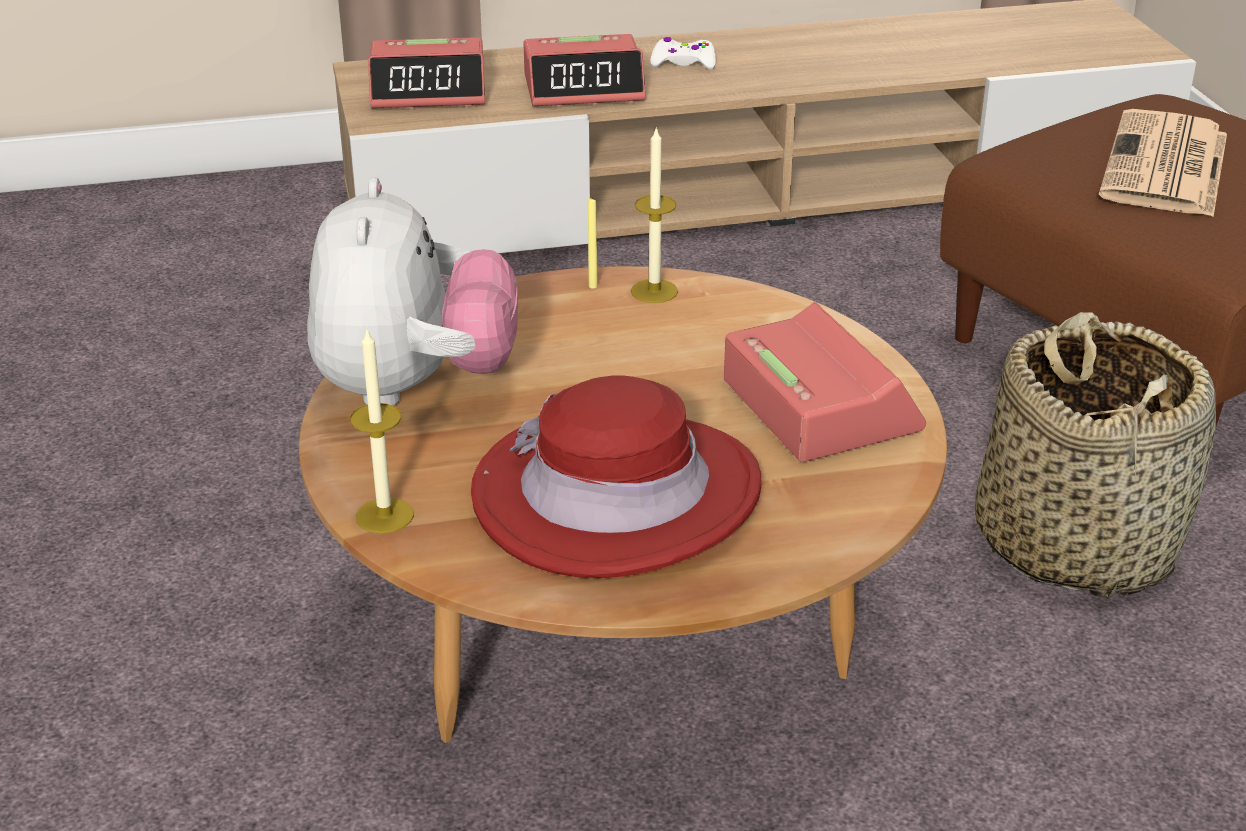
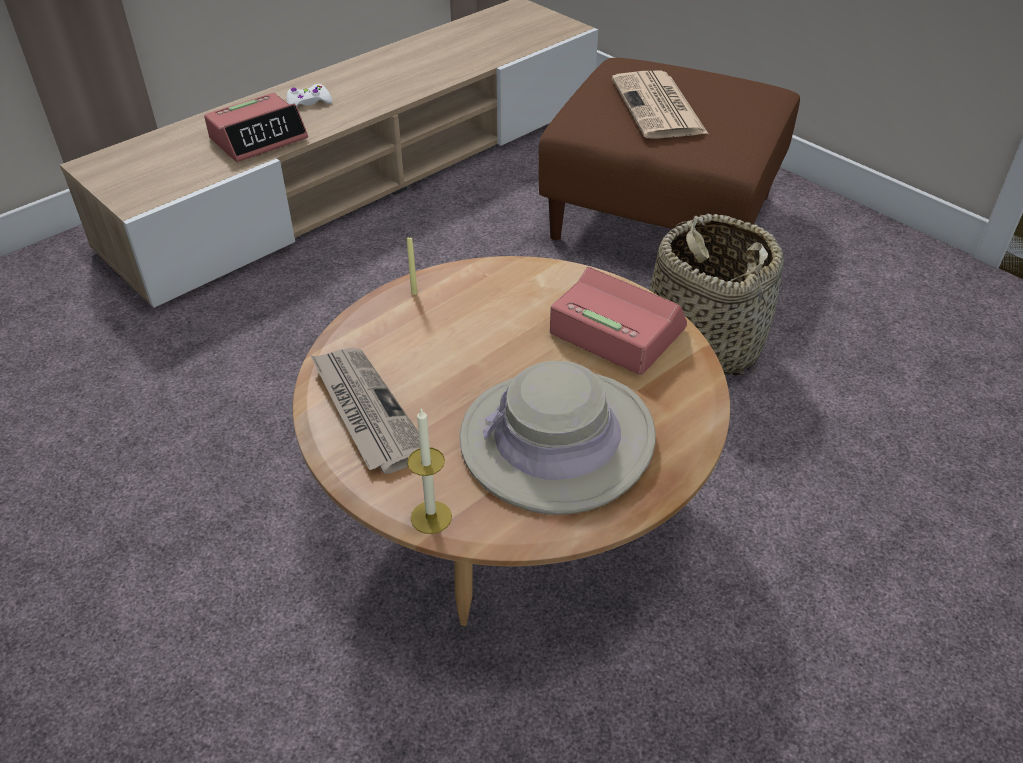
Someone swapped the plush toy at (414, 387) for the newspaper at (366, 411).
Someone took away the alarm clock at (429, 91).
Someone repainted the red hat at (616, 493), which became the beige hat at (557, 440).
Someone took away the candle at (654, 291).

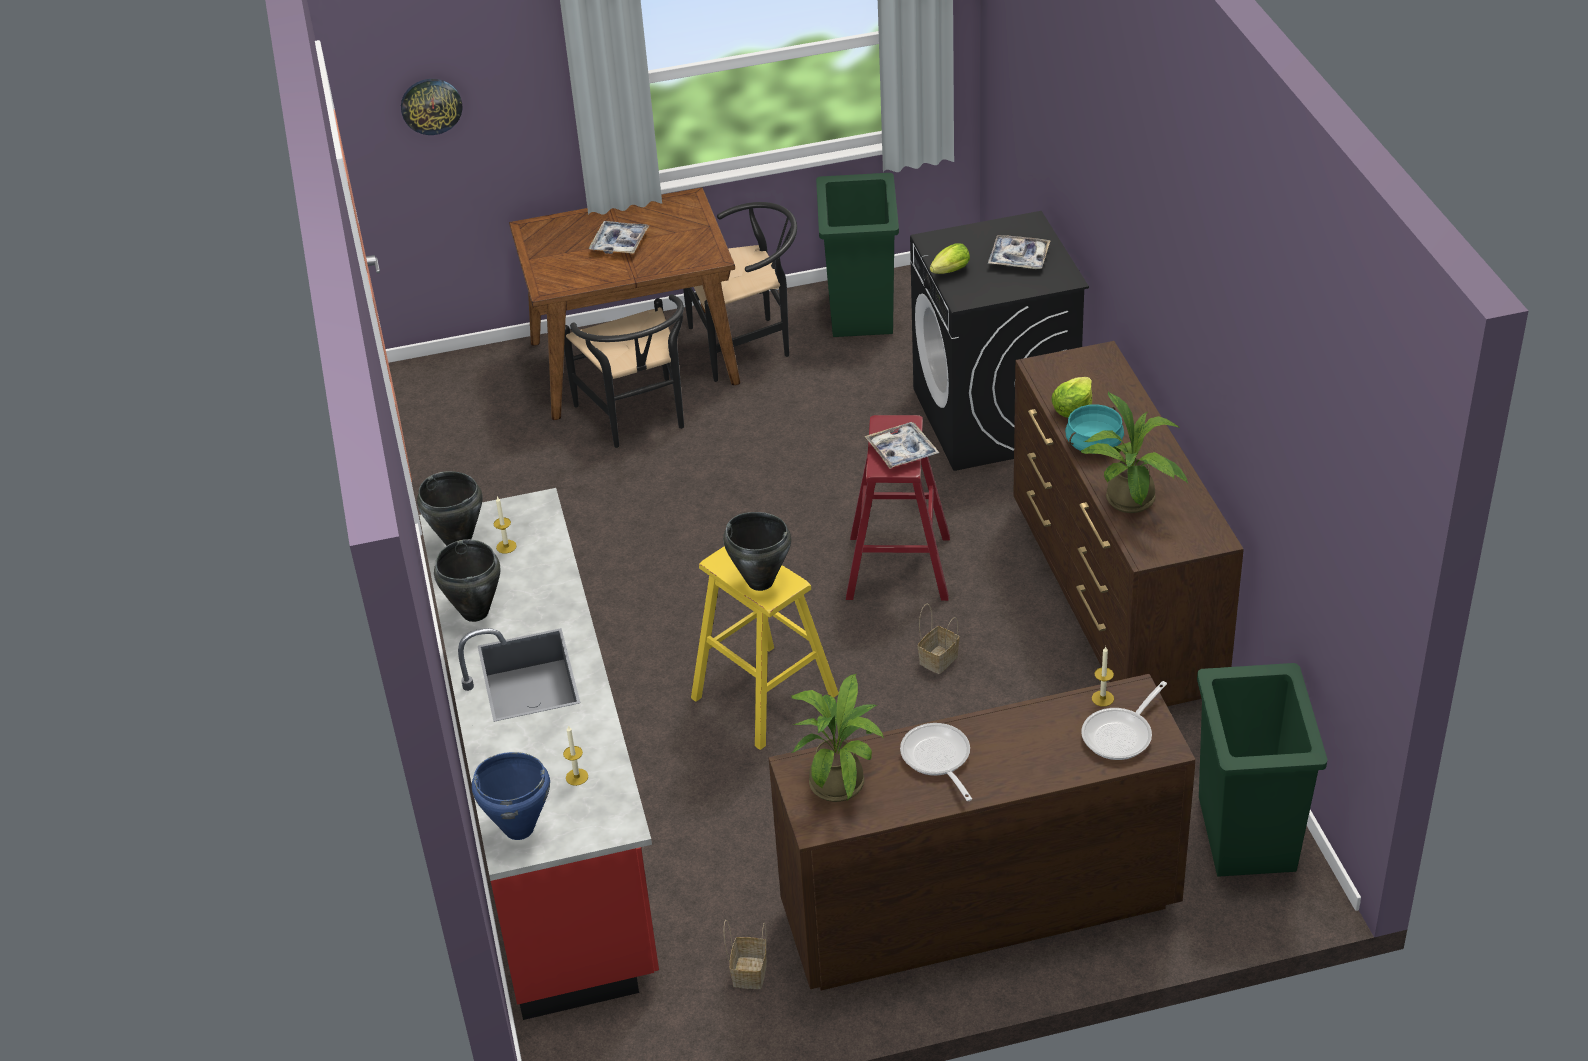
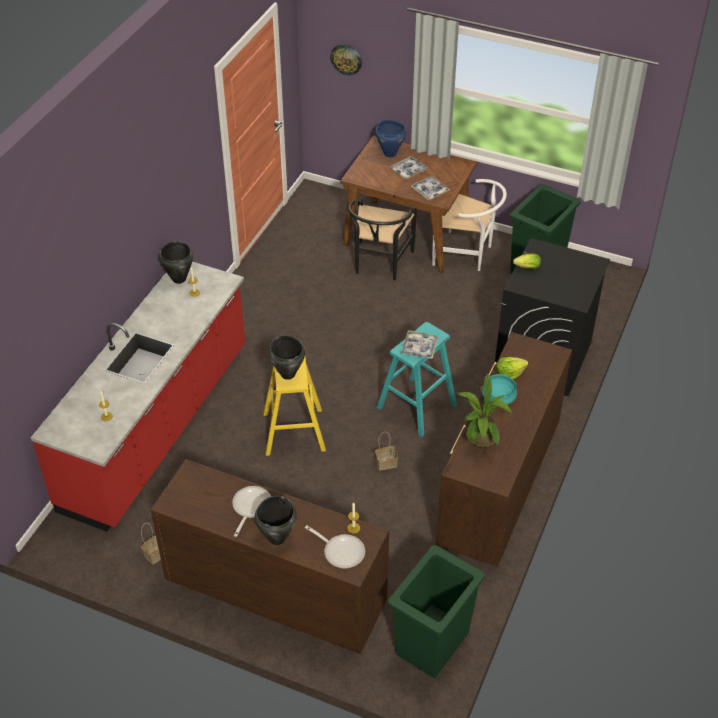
Someone carried the black cooking pot from (475, 613) to (276, 538).
Someone carried the blue cooking pot from (518, 828) to (390, 153).
Someone repainted the black chair at (748, 343), which became the white chair at (467, 254).
Someone took away the potted plant at (841, 779).
Someone repainted the red stool at (898, 567), which became the turquoise stool at (416, 406).
Someone carried the tray from (1018, 258) to (430, 191).
Someone rotated the frying pan at (1121, 734) by 135 degrees counterclockwise.

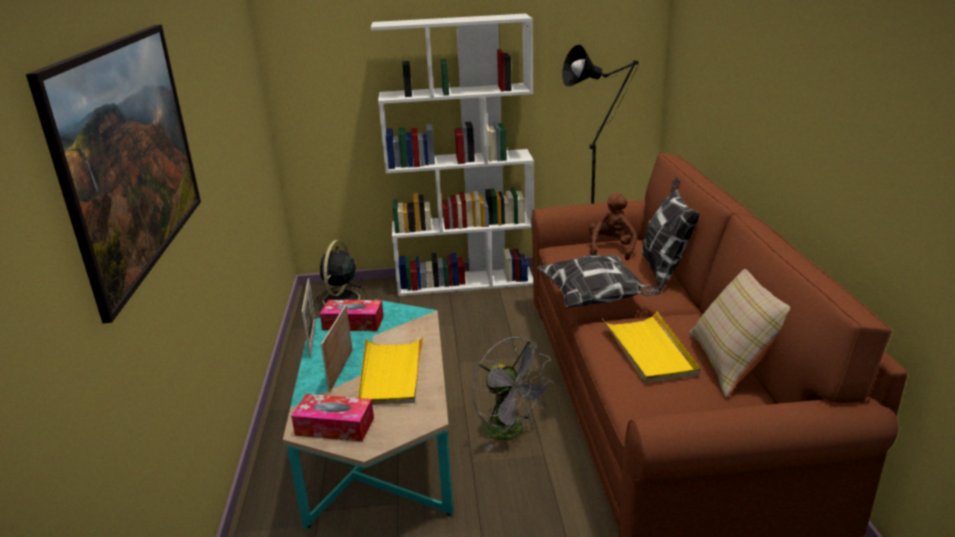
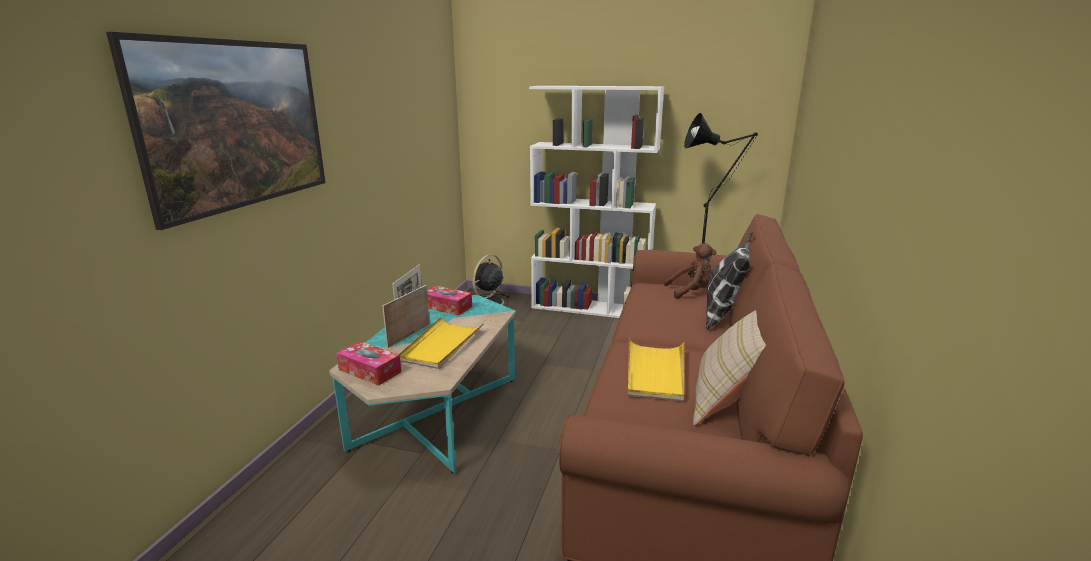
Someone took away the grey fan at (511, 432).
Someone took away the pillow at (596, 300).
Someone rotated the brown plush toy at (612, 248) by 45 degrees clockwise.

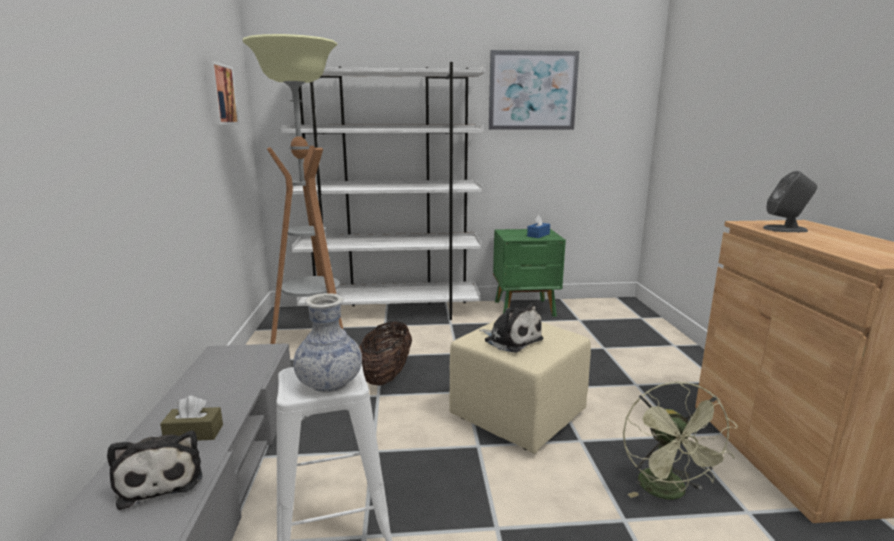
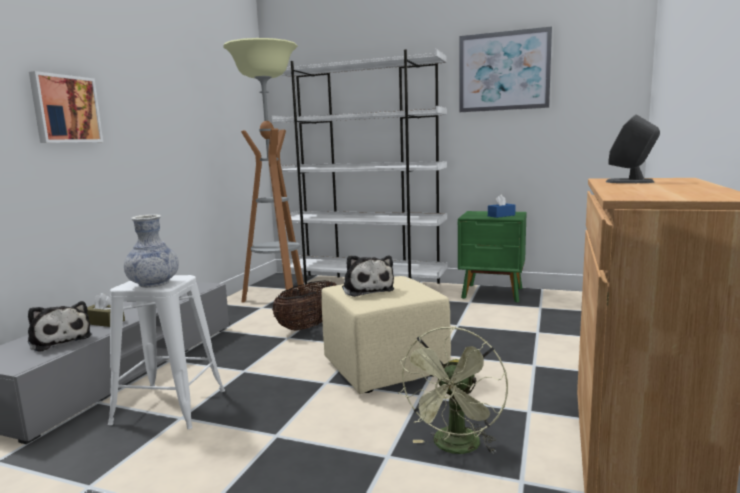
Someone rotated the plush toy at (161, 479) by 45 degrees counterclockwise.
Someone carried the picture from (219, 94) to (65, 109).

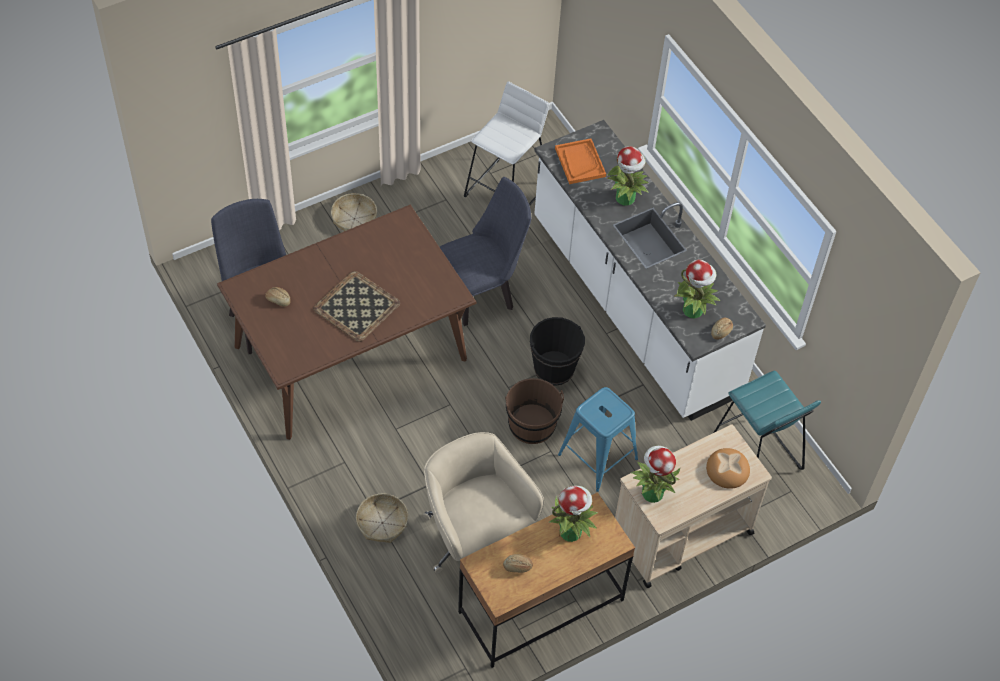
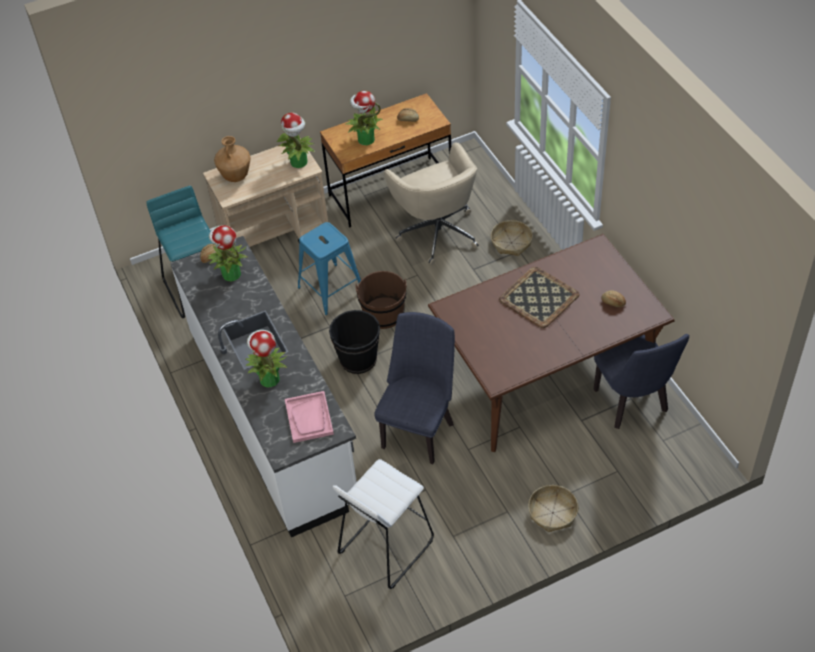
Someone rotated the blue chair at (482, 294) by 135 degrees clockwise.
Someone repainted the orange tray at (580, 162), which became the pink tray at (309, 418).
Someone swapped the bread at (728, 470) for the brown vase at (236, 176).

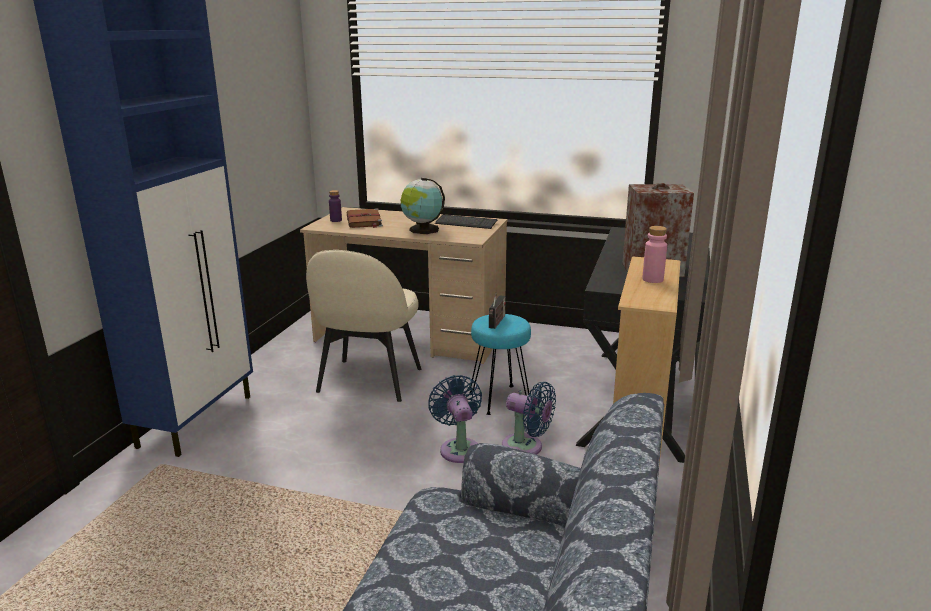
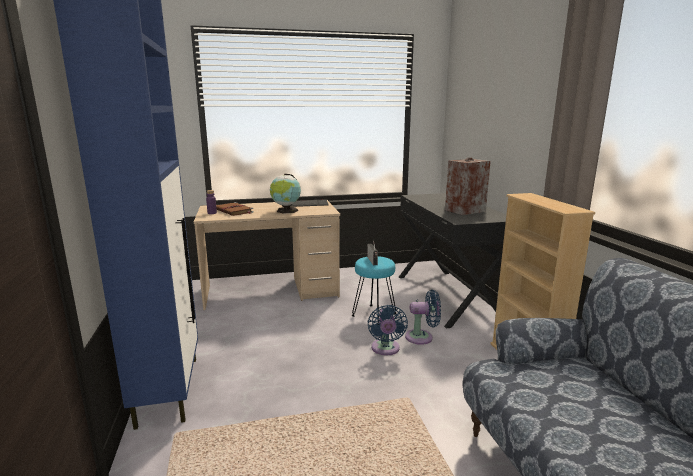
Someone took away the beige chair at (368, 381).
Someone rotated the blue fan at (459, 448) by 135 degrees counterclockwise.
Someone took away the pink bottle at (652, 279).

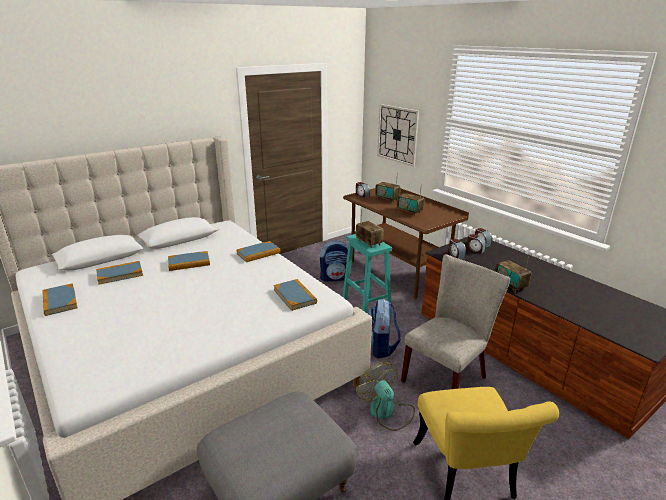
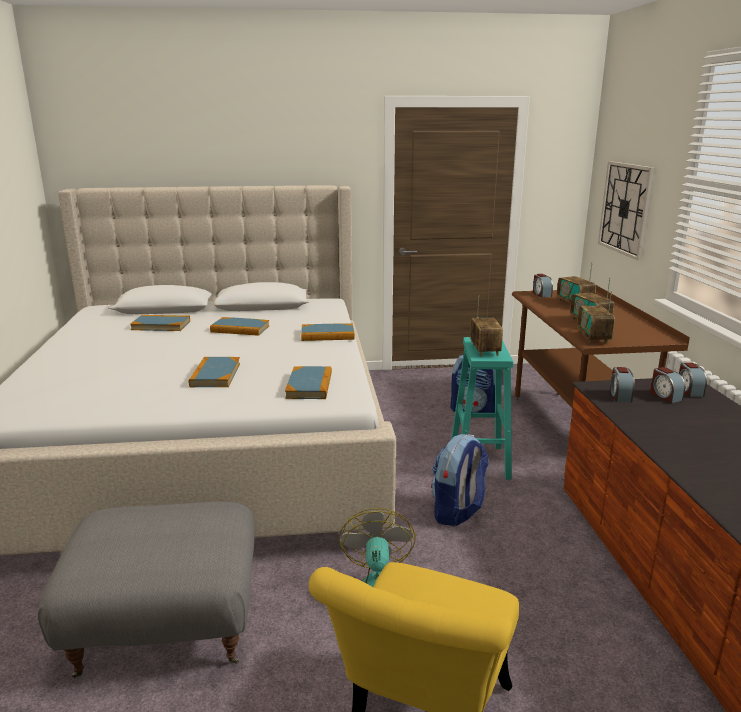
Someone carried the book from (60, 301) to (215, 375).
Someone took away the beige chair at (448, 377).
Someone carried the radio from (510, 285) to (593, 338).

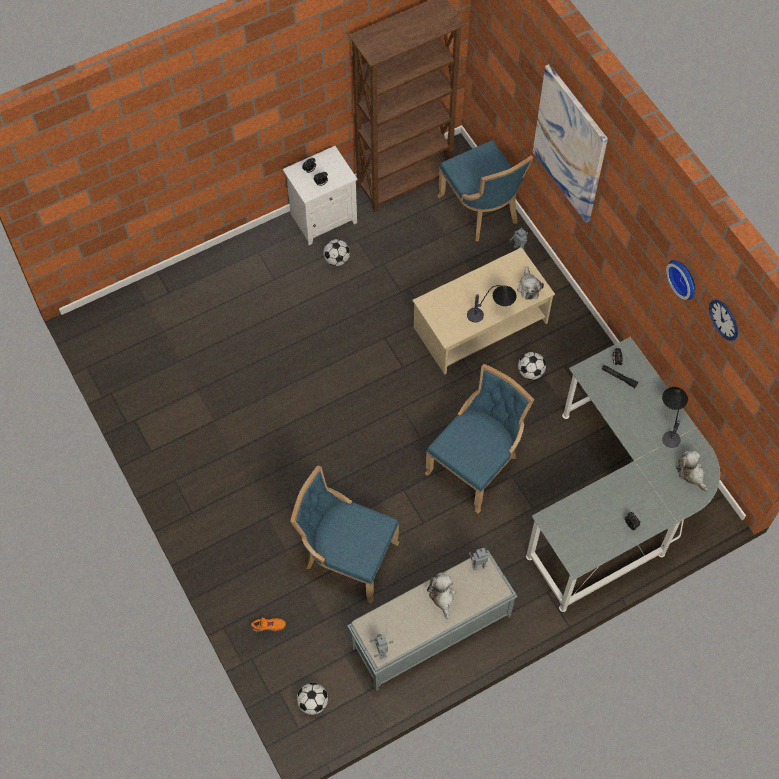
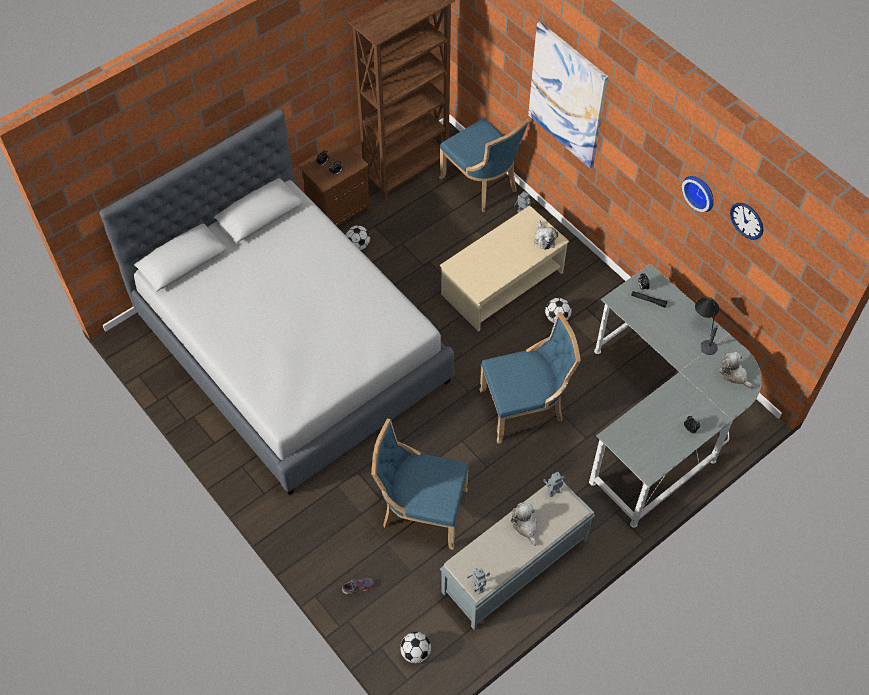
Someone repainted the orange shoe at (268, 626), which became the grey shoe at (358, 587).
Someone repainted the white nightstand at (323, 217), which became the brown nightstand at (338, 210).
Someone rotated the blue chair at (476, 465) by 45 degrees clockwise.
Someone took away the table lamp at (492, 312).
Someone put down the grey bed at (292, 347).

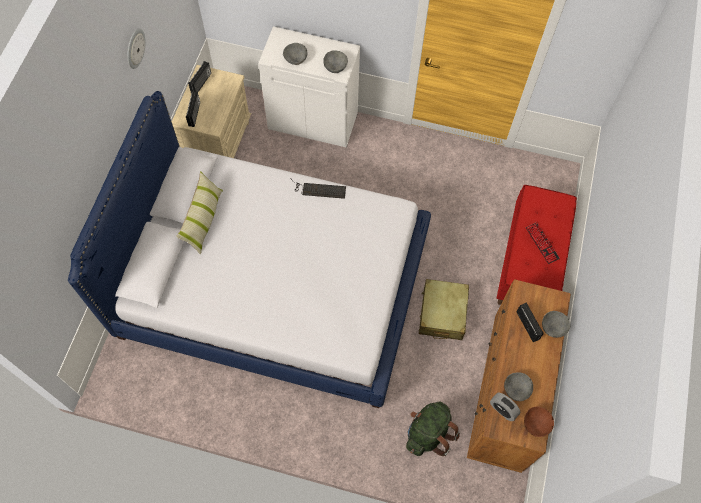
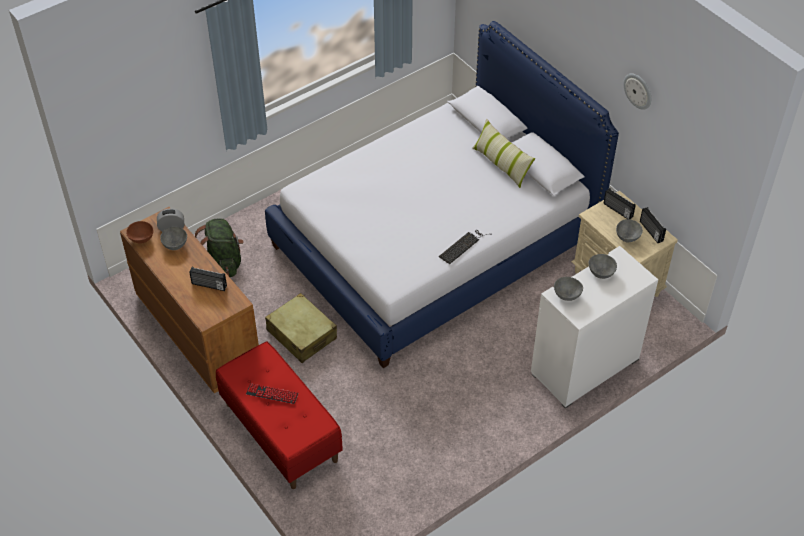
Someone carried the grey bowl from (552, 328) to (628, 237).

